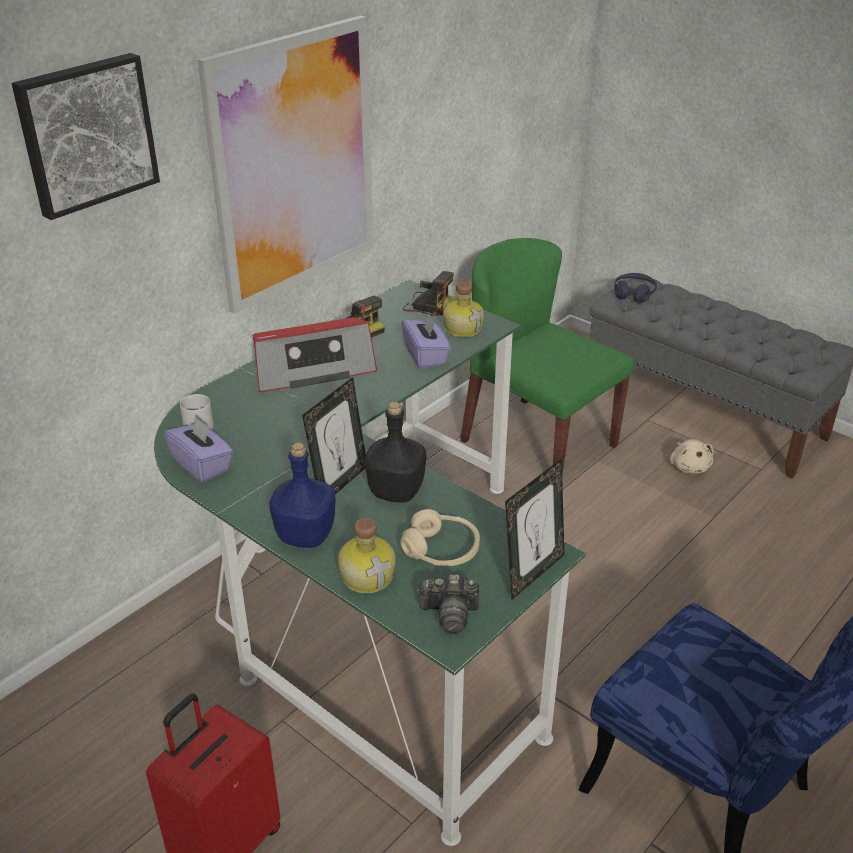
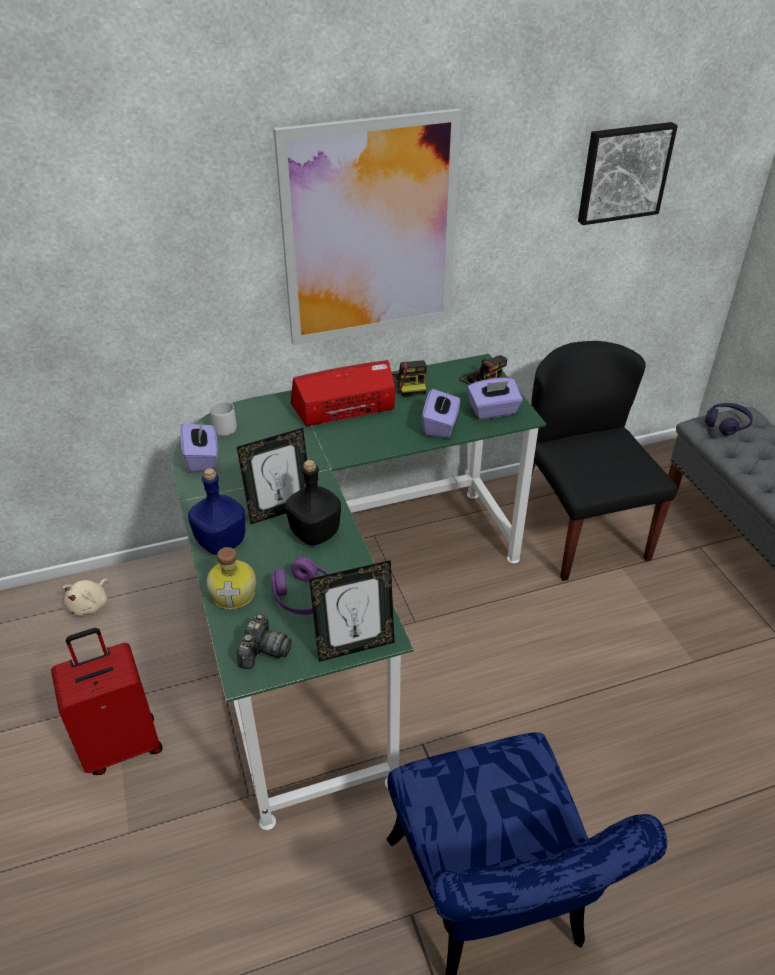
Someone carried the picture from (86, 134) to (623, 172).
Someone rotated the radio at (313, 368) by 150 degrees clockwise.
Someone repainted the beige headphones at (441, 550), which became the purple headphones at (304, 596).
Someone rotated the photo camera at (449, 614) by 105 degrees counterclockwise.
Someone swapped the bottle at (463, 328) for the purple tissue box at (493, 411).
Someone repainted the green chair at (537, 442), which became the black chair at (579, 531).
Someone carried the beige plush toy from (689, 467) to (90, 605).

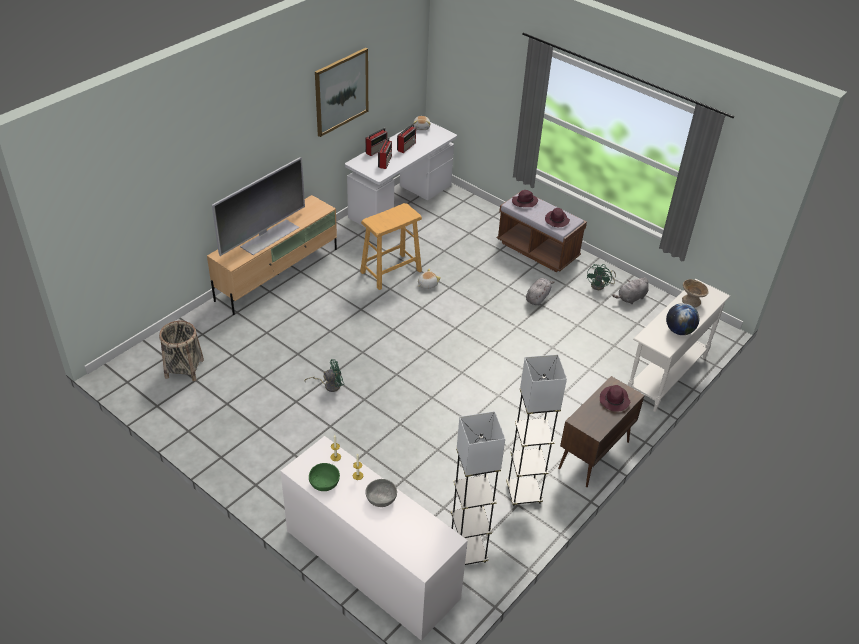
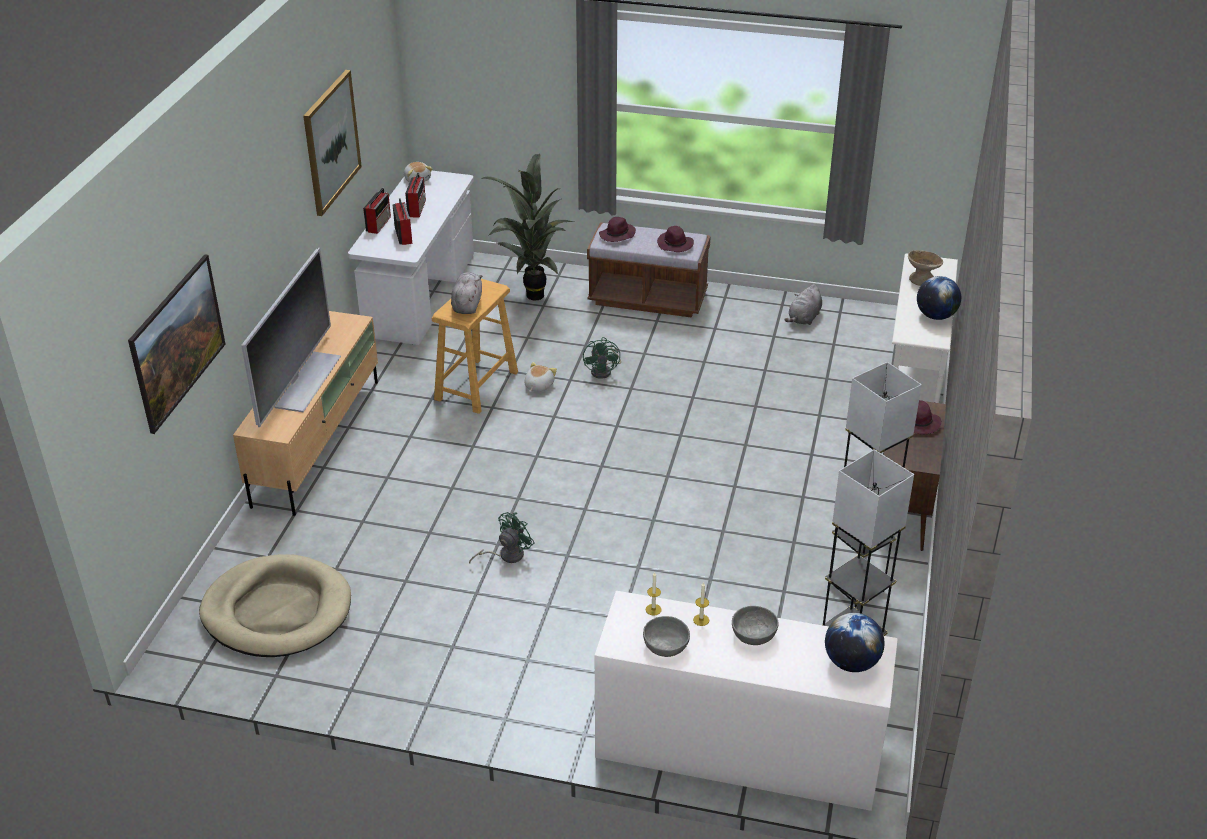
Someone swapped the basket at (184, 368) for the beige dog bed at (277, 611).
Someone repainted the green bowl at (324, 483), which became the grey bowl at (666, 646).
Someone carried the grey plush toy from (538, 298) to (467, 304).
Someone carried the green fan from (600, 285) to (604, 371).
Someone put up the picture at (182, 364).
Someone put down the potted plant at (531, 296).
Someone put down the globe at (851, 662).

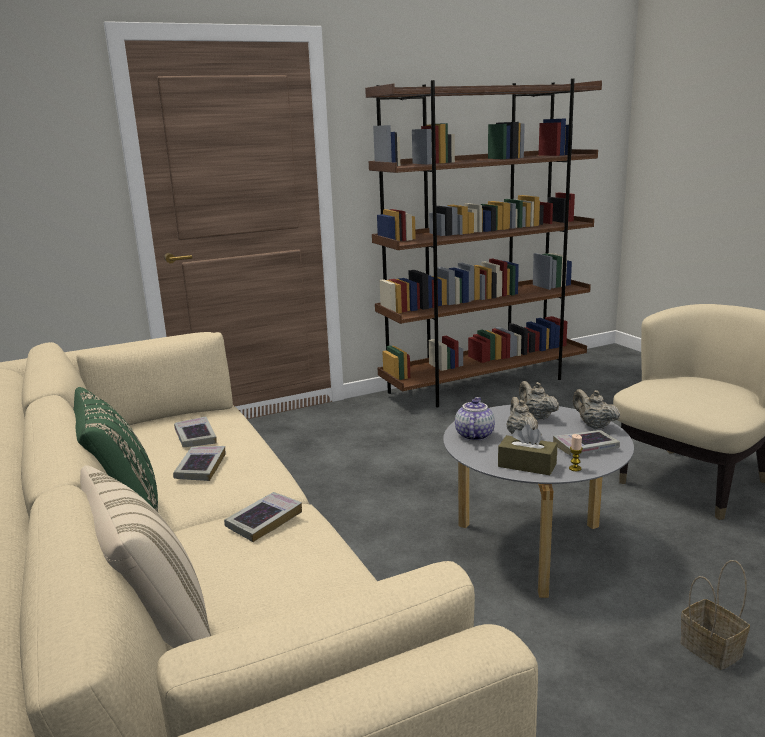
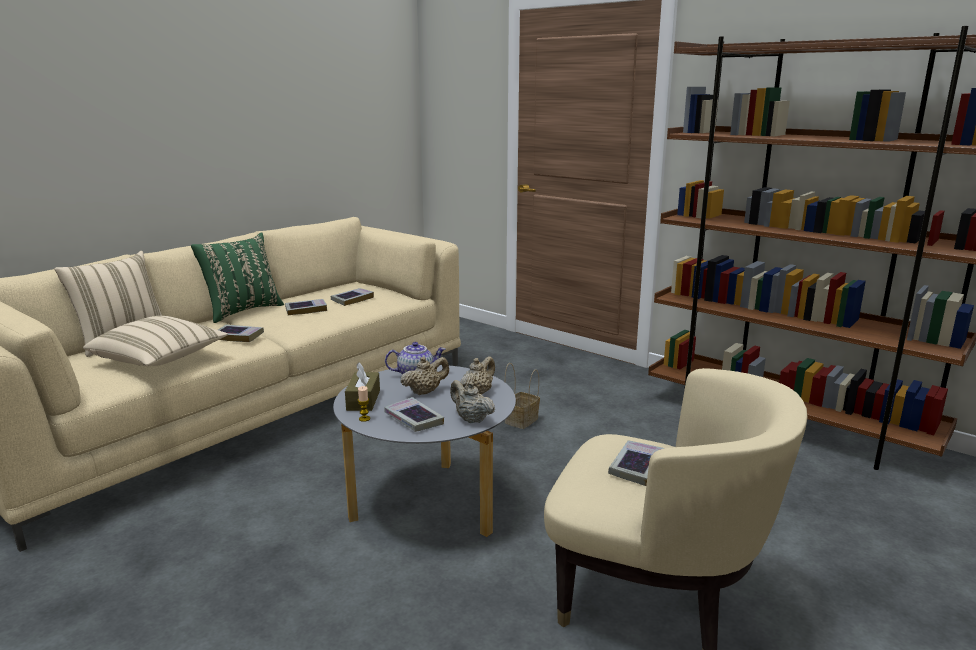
Someone rotated the beige teapot at (594, 426) by 75 degrees counterclockwise.
Someone carried the basket from (708, 648) to (521, 420).
Someone put down the beige pillow at (160, 360).
Someone put down the book at (636, 467).

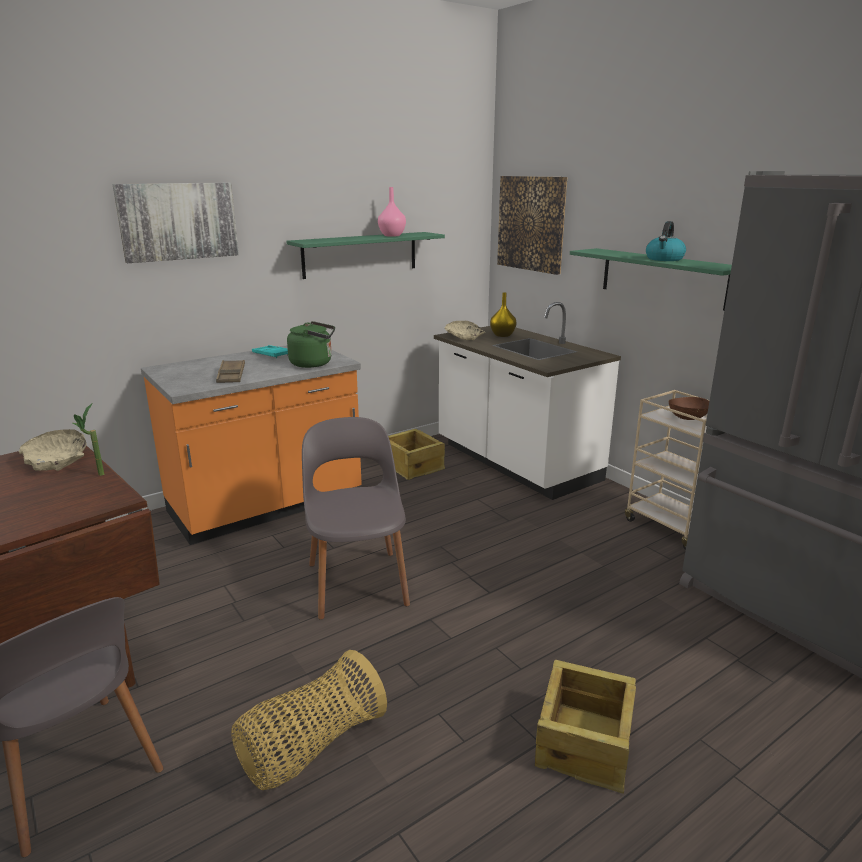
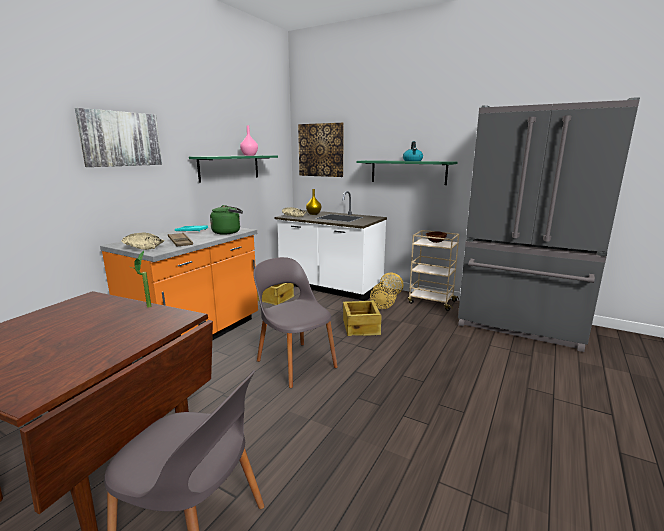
Someone carried the beige bowl from (57, 461) to (144, 247).
Someone carried the basket from (310, 747) to (385, 302).
Someone carried the crate from (585, 742) to (361, 327).

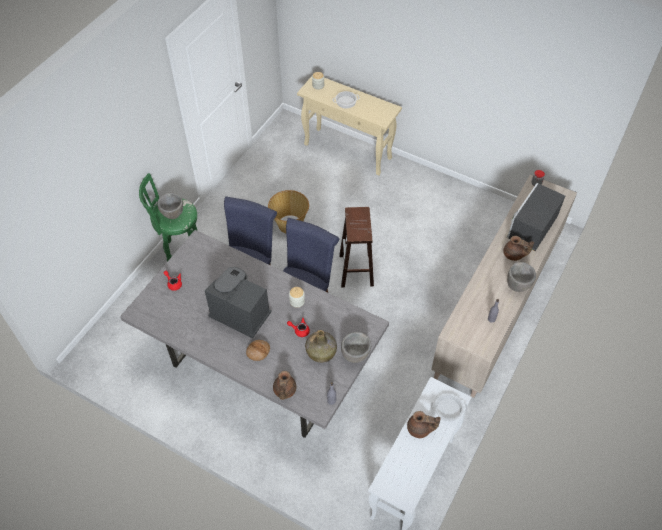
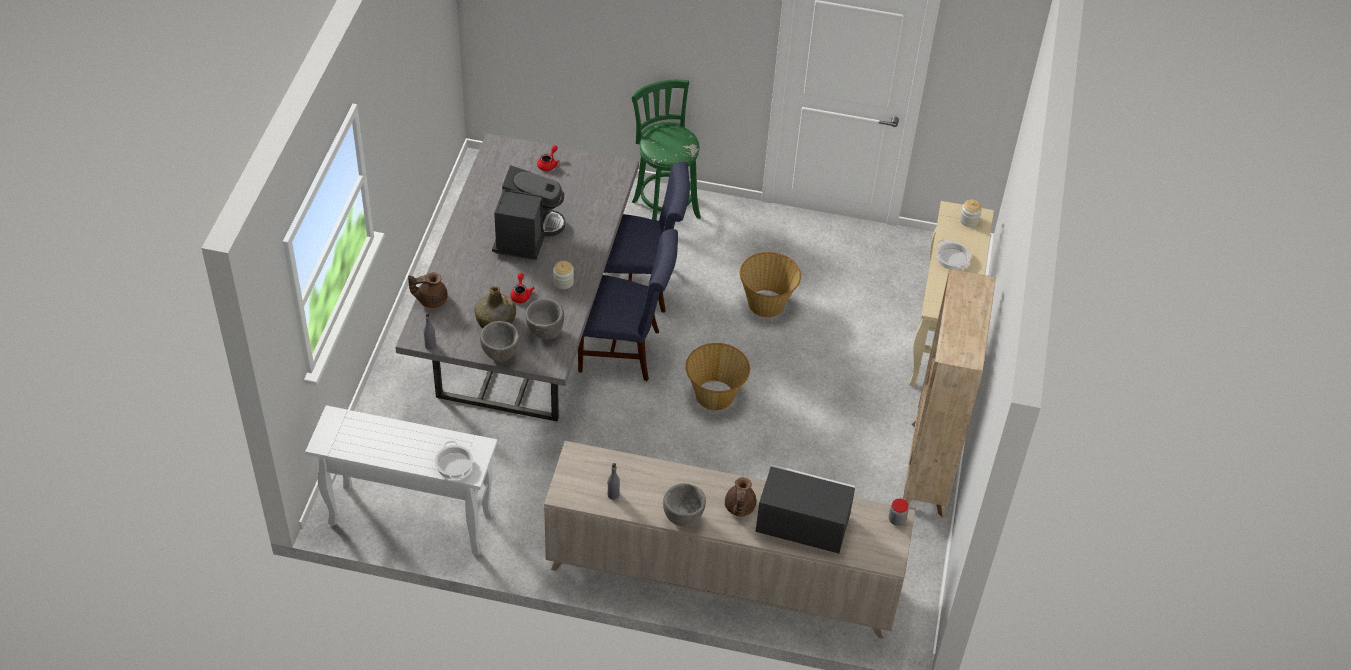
Someone carried the grey bowl from (173, 215) to (545, 333).
Someone took away the bread at (258, 351).
Someone swapped the brown stool at (356, 271) for the basket at (715, 396).
Someone took away the brown teapot at (420, 429).
Someone put down the beige bookcase at (928, 469).

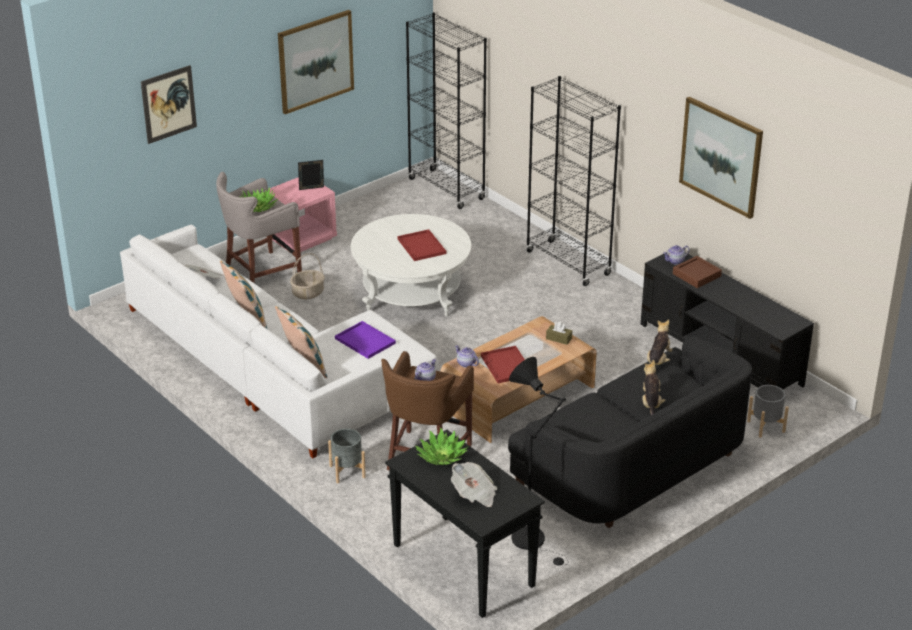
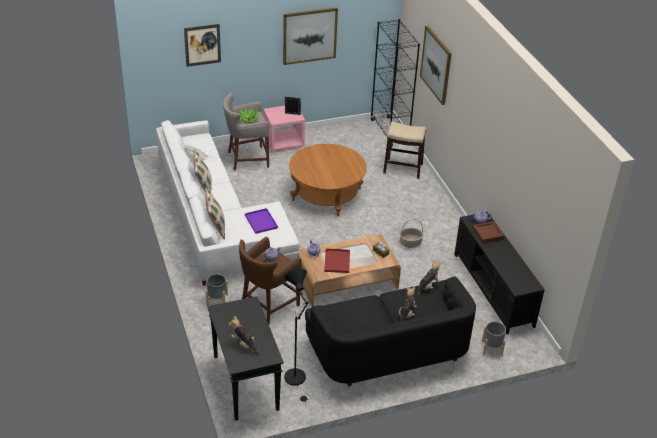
Someone carried the basket from (308, 293) to (410, 243).
Someone repainted the white coffee table at (411, 292), which became the brown coffee table at (326, 194).
Someone took away the red tray at (420, 246).
Someone took away the potted plant at (441, 456).
Someone swapped the newspaper at (474, 494) for the plush toy at (244, 344).
Someone took away the black bookcase at (568, 263).
Someone carried the picture from (721, 156) to (436, 65).
Someone put down the stool at (403, 168).

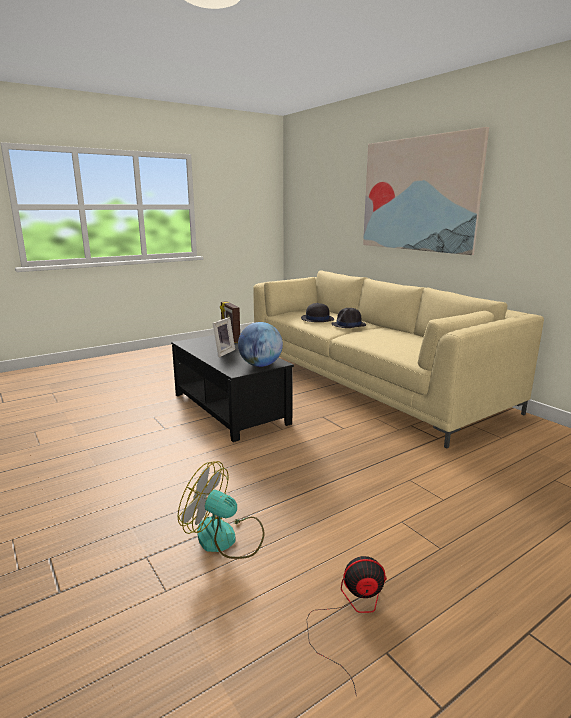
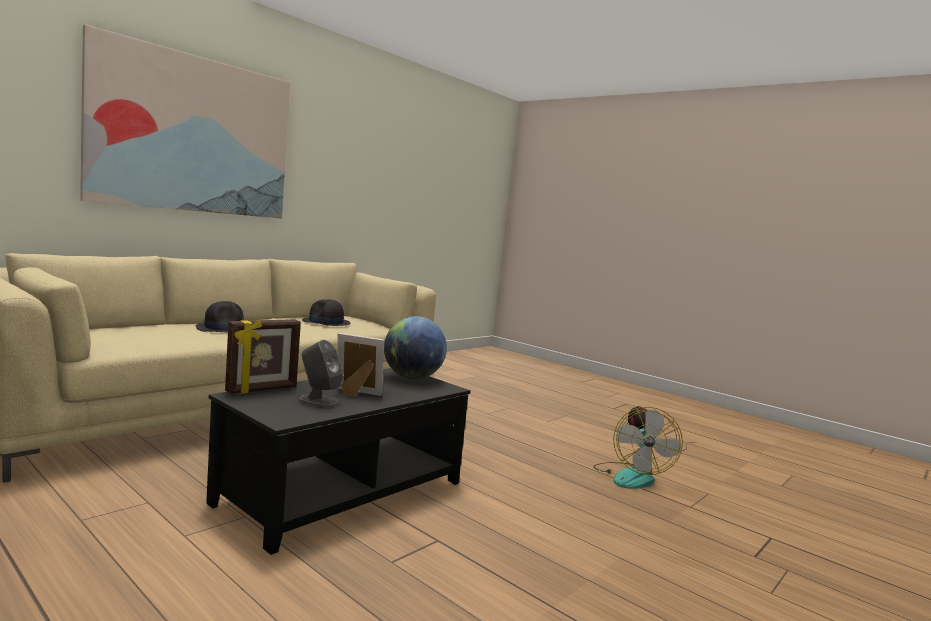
Someone carried the black hat from (317, 319) to (326, 322).
Someone put down the grey speaker at (318, 401).

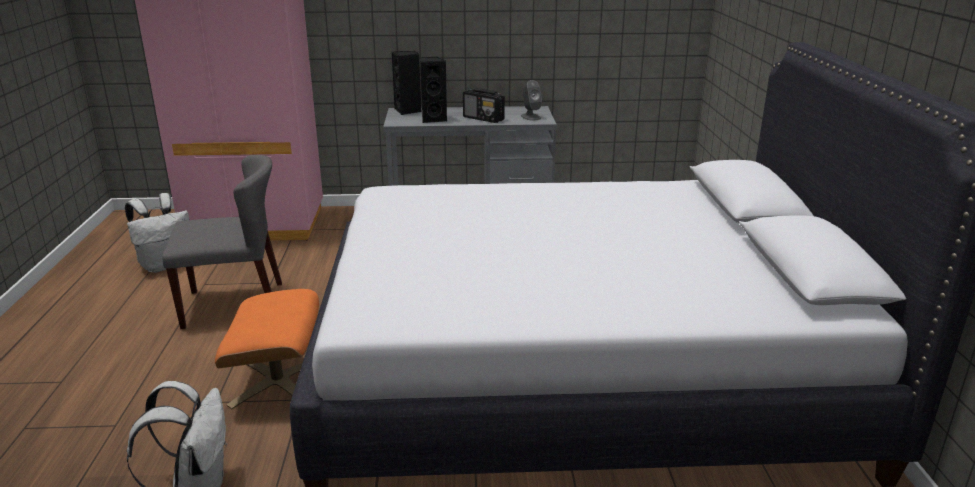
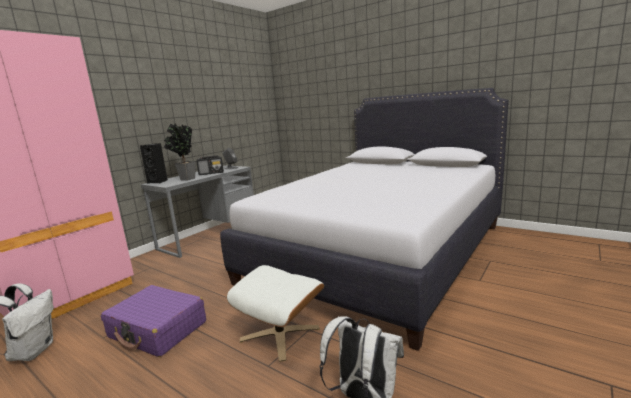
Someone swapped the grey chair at (235, 304) for the purple suitcase at (158, 330).
Someone repainted the orange ottoman at (278, 383), which became the white ottoman at (280, 334).
Someone swapped the black speaker at (433, 119) for the potted plant at (185, 179).

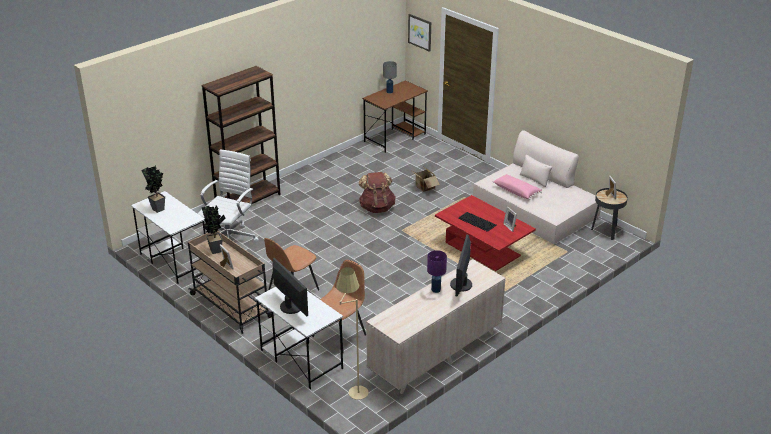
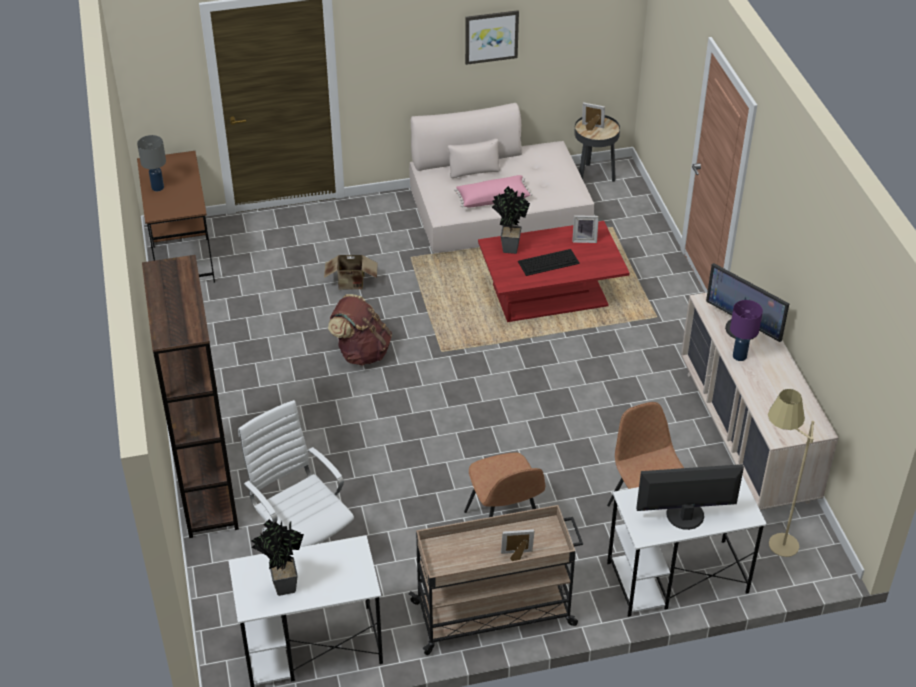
Someone carried the potted plant from (216, 249) to (507, 247).
Someone carried the picture from (420, 32) to (491, 36).

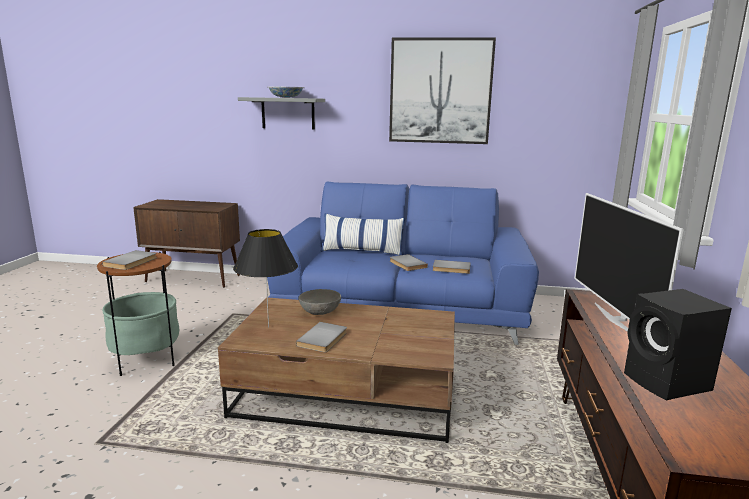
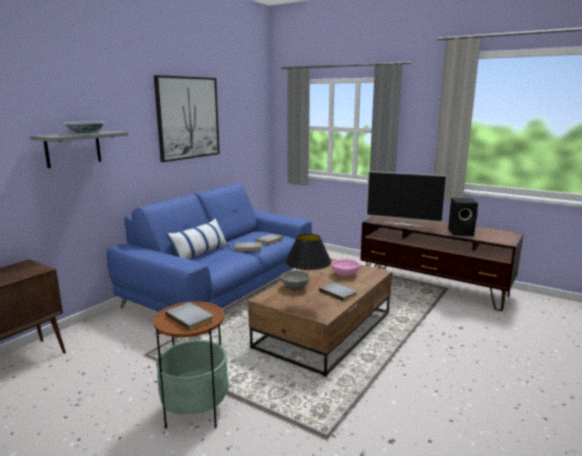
Someone put down the pink bowl at (344, 275).

